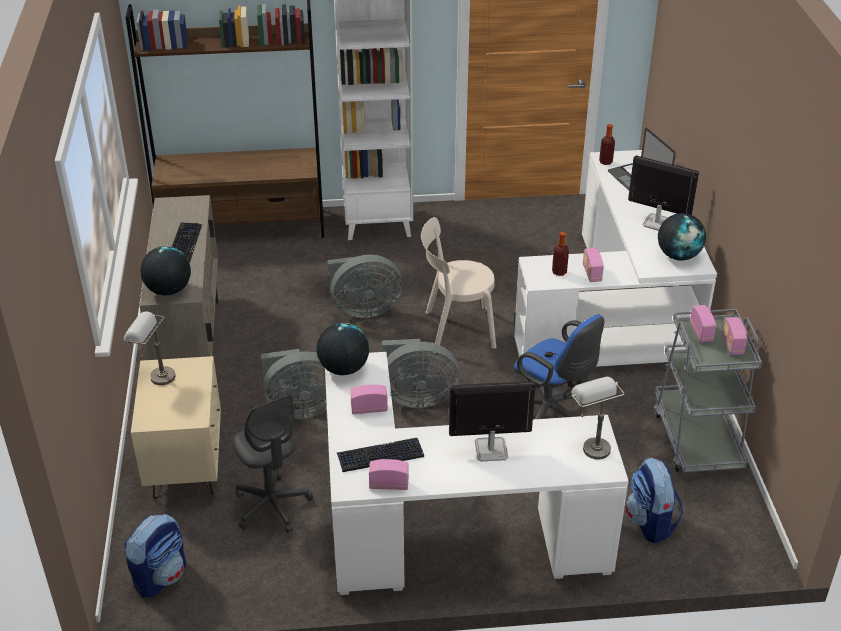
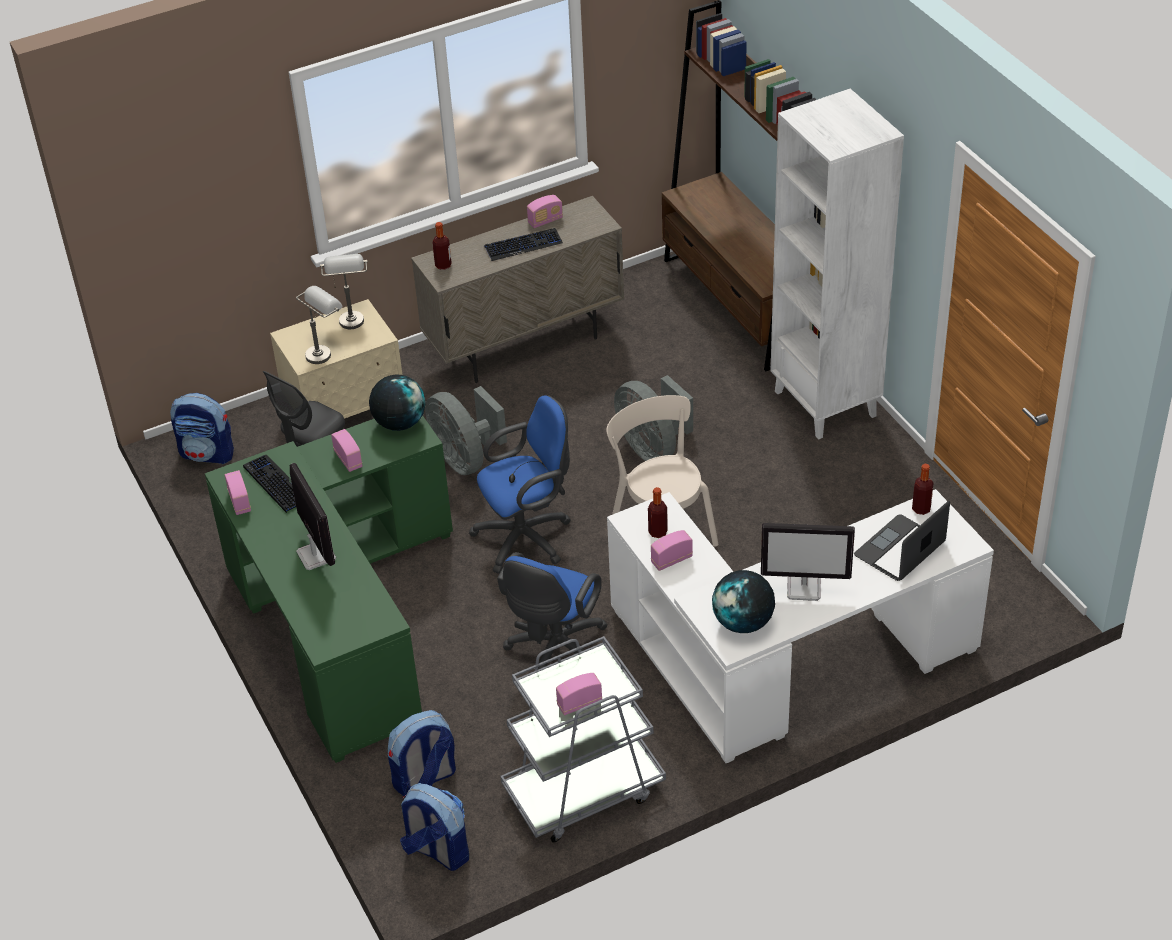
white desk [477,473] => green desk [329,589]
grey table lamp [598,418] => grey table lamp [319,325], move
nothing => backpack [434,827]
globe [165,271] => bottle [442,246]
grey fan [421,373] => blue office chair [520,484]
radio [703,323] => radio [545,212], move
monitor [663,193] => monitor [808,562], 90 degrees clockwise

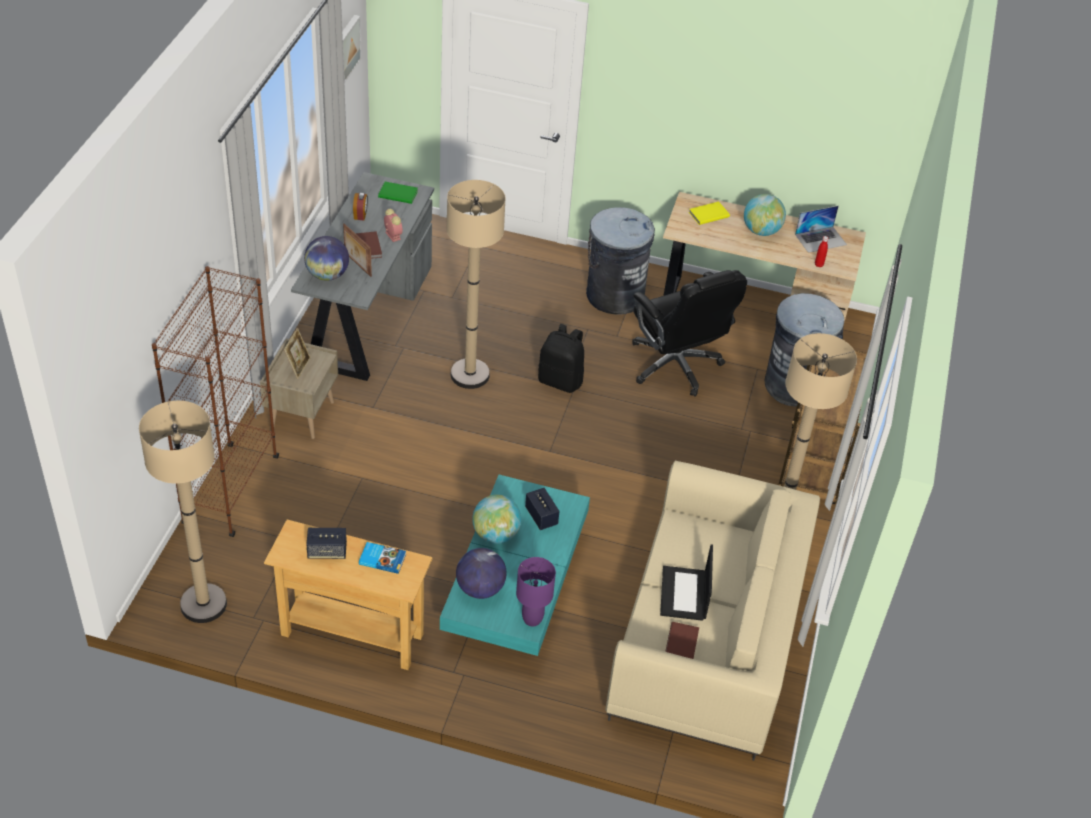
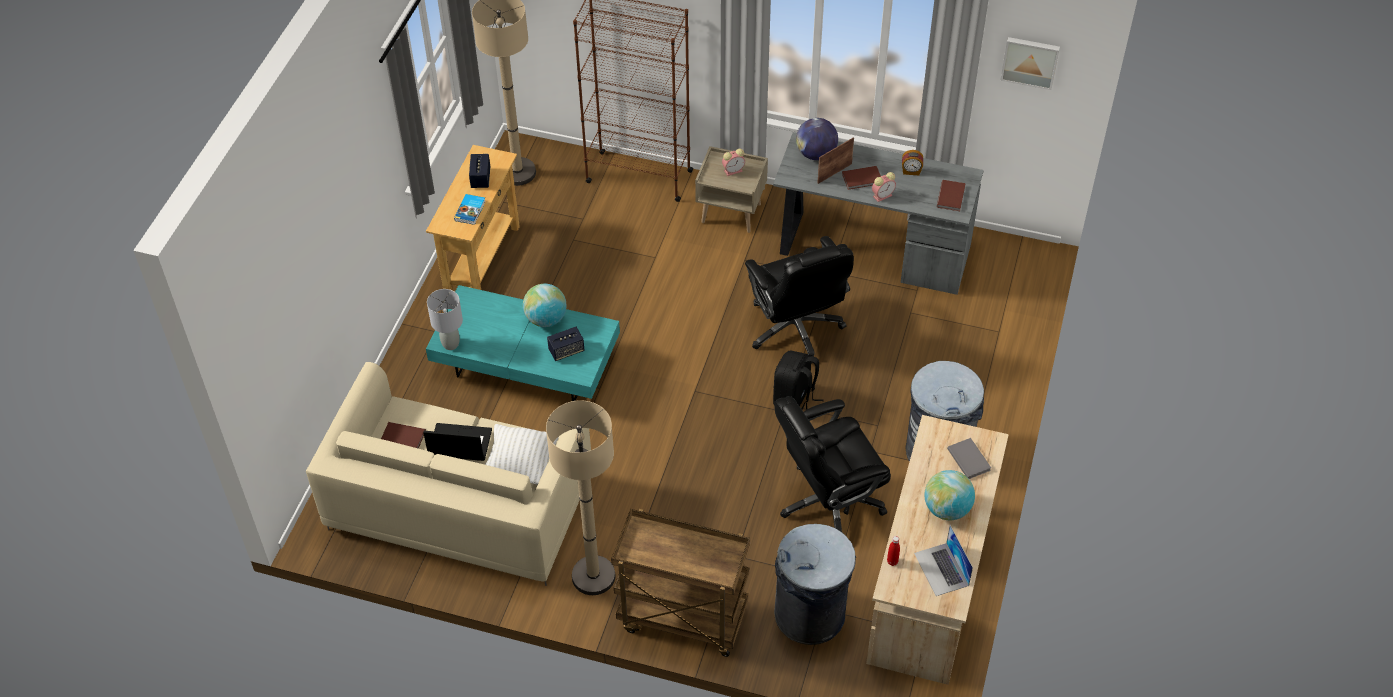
purple table lamp [536,591] => grey table lamp [445,319]
nothing => white pillow [522,454]
picture frame [297,353] => alarm clock [733,162]
beige floor lamp [476,284] => black office chair [799,299]
green book [398,193] => brown book [951,195]
yellow book [709,213] => grey book [969,458]
globe [481,573] => nothing

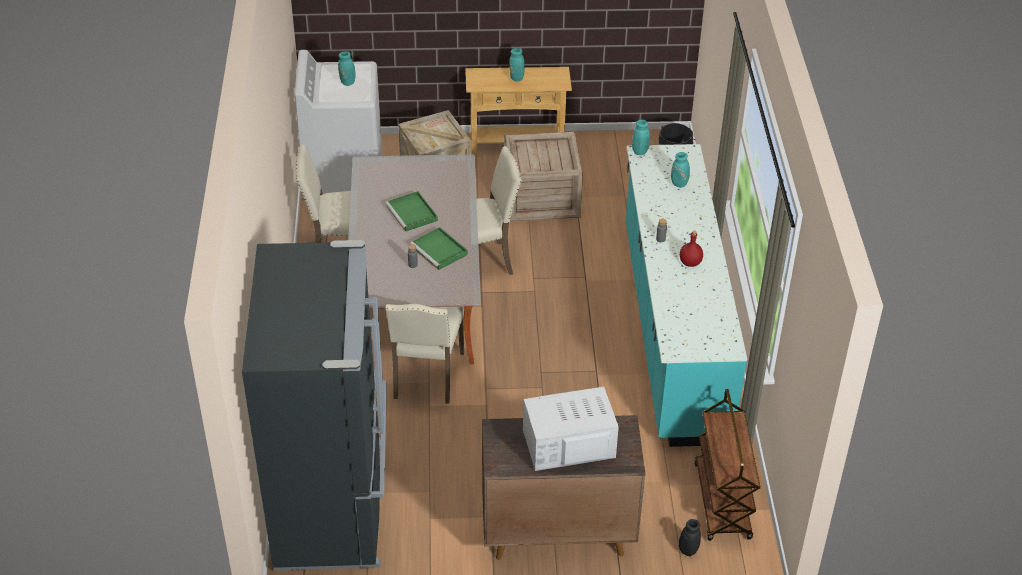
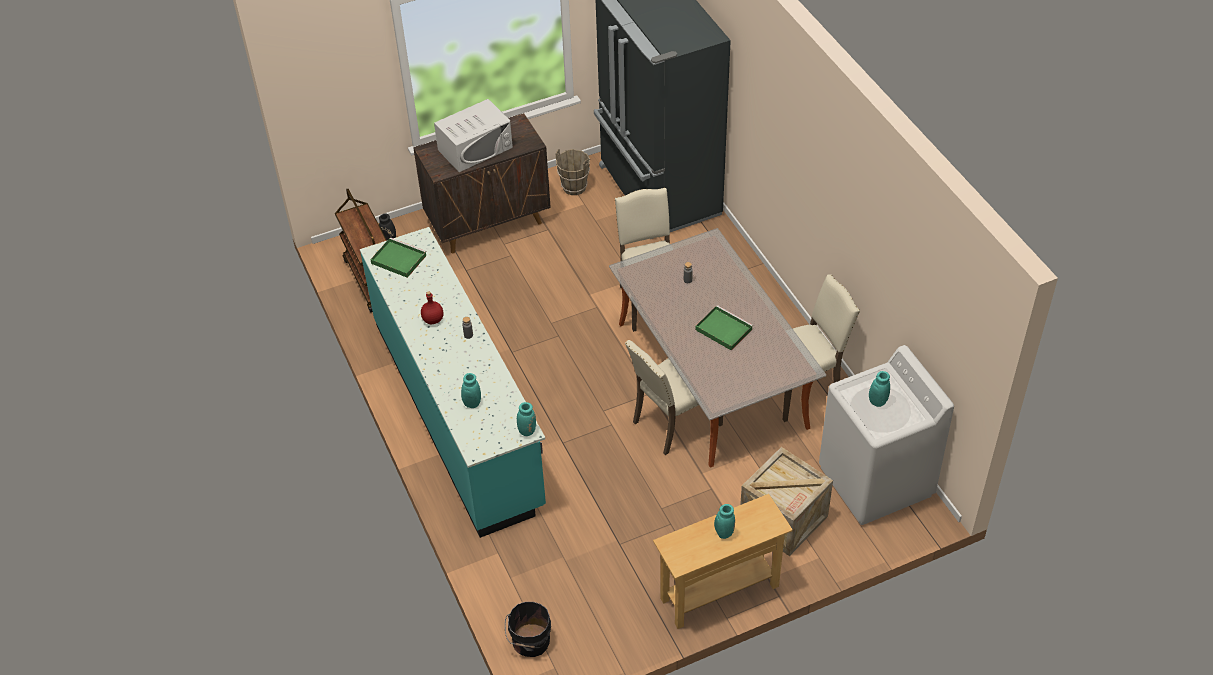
green tray [439,248] => green tray [398,257], move
nothing => brown bucket [573,172]
crate [543,176] => nothing

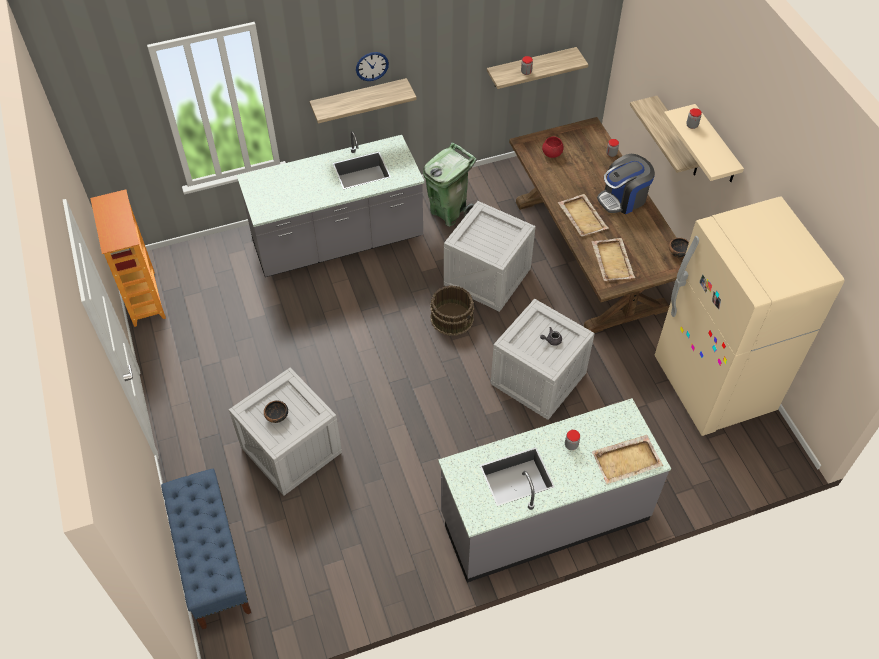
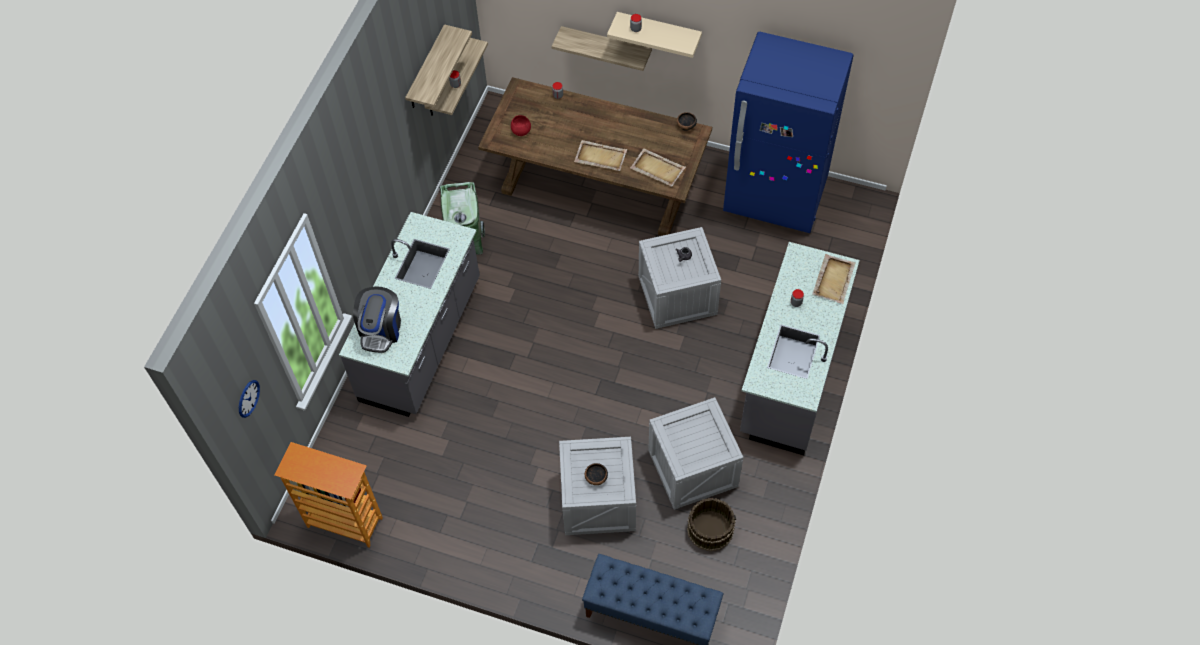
wall clock [372,66] => wall clock [249,399], move
coffee machine [626,184] => coffee machine [377,319], move
shelf [363,100] => shelf [438,66], move
crate [490,256] => crate [695,453], move
brown bucket [452,310] => brown bucket [711,524], move
beige fridge [749,316] => blue fridge [788,132]

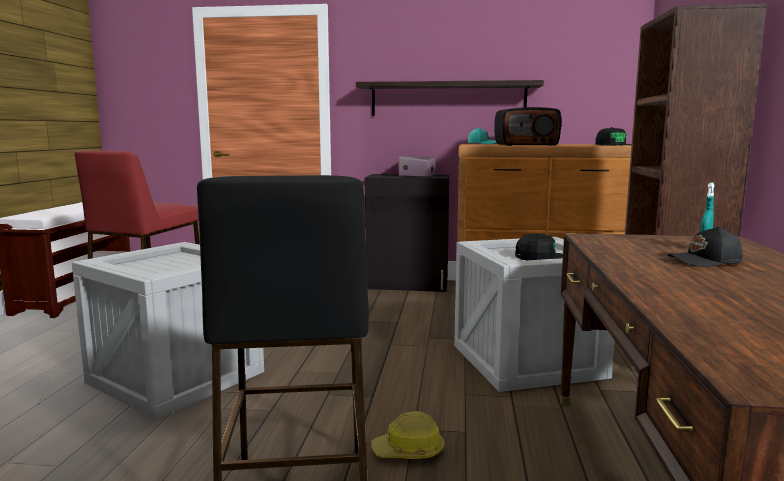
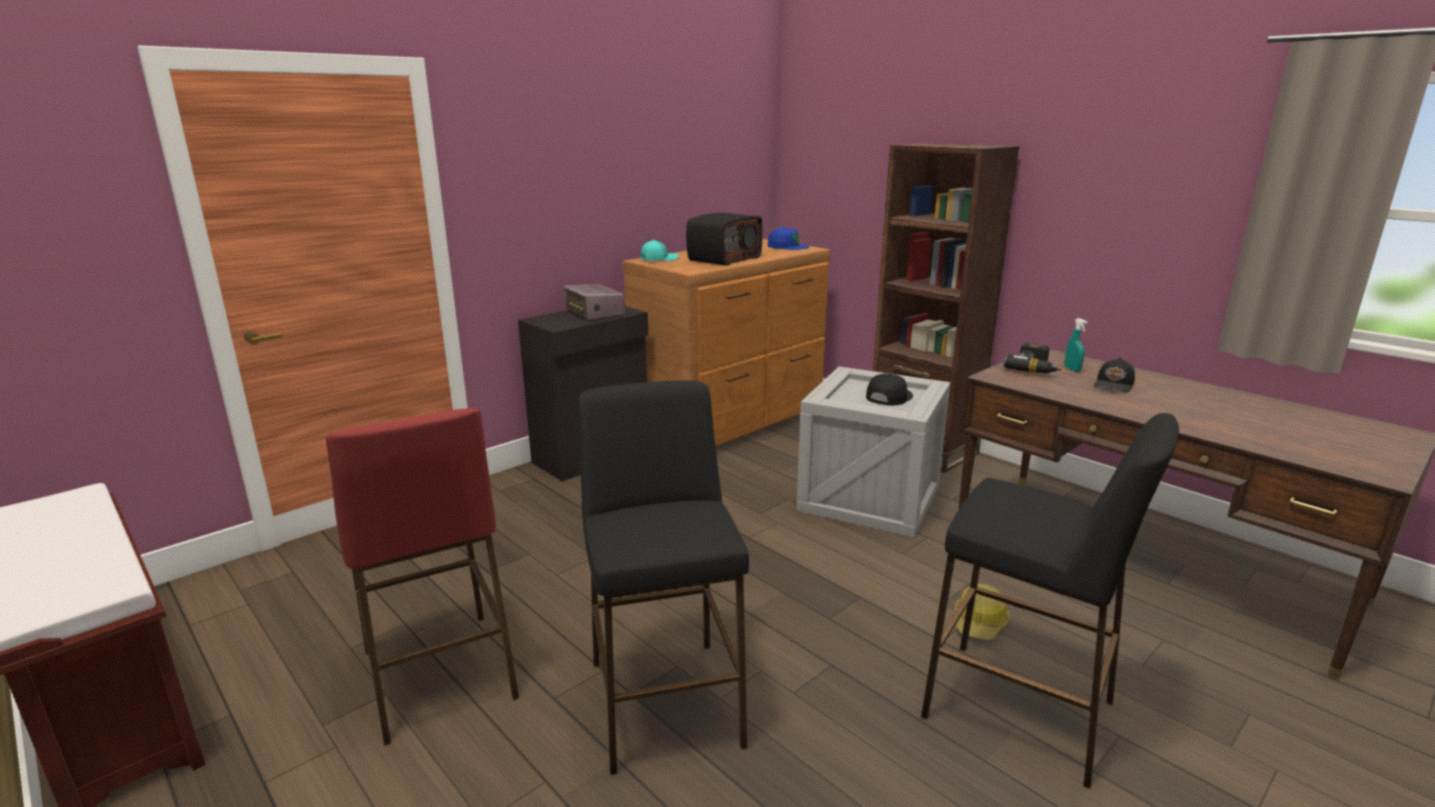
crate [168,330] => black stool [663,577]
black cap [613,136] => blue cap [788,239]
nothing => power drill [1032,358]
shelf [450,98] => nothing

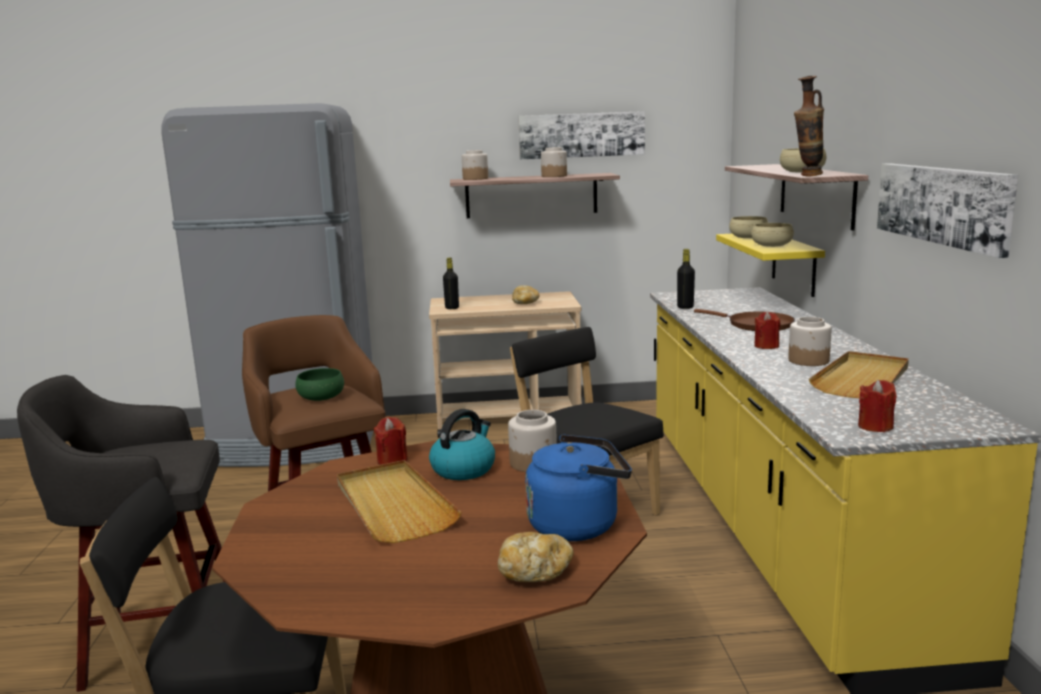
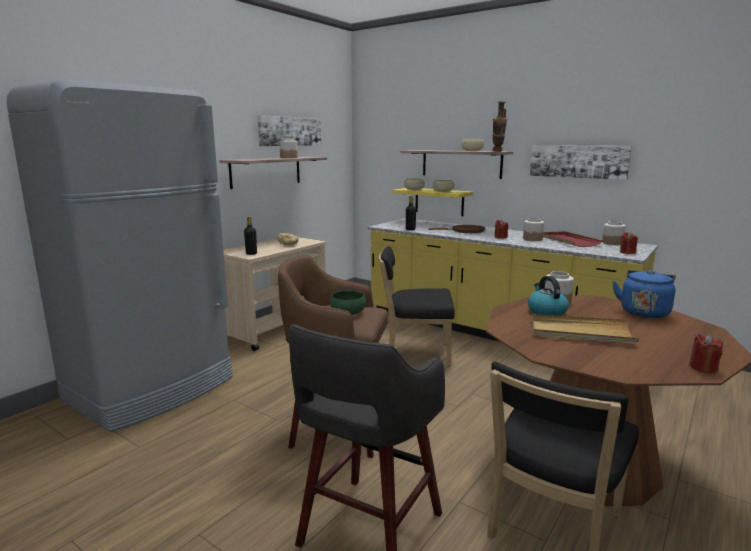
beige tray [859,375] => red tray [573,239]
jar [475,165] => jar [614,233], move
red candle [391,441] => red candle [706,353], move
bread [536,557] => nothing

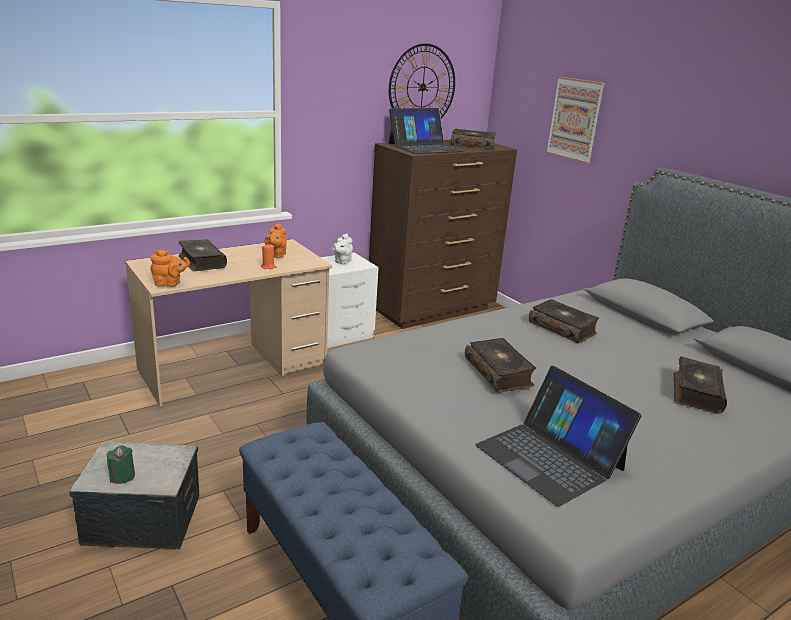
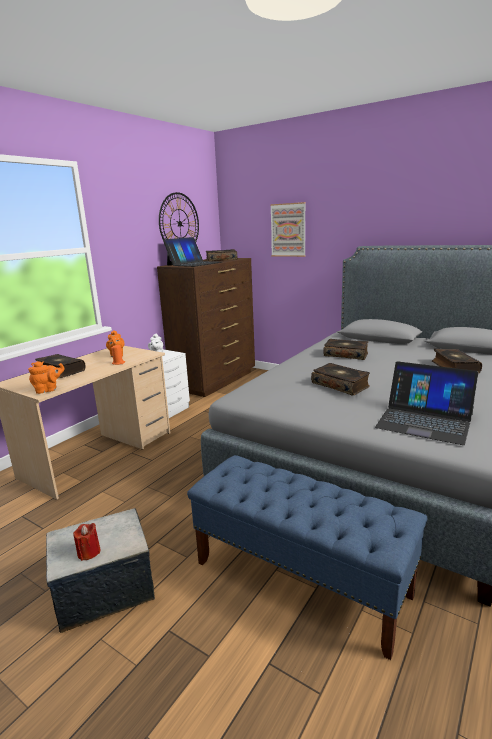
green candle [121,465] => red candle [87,542]

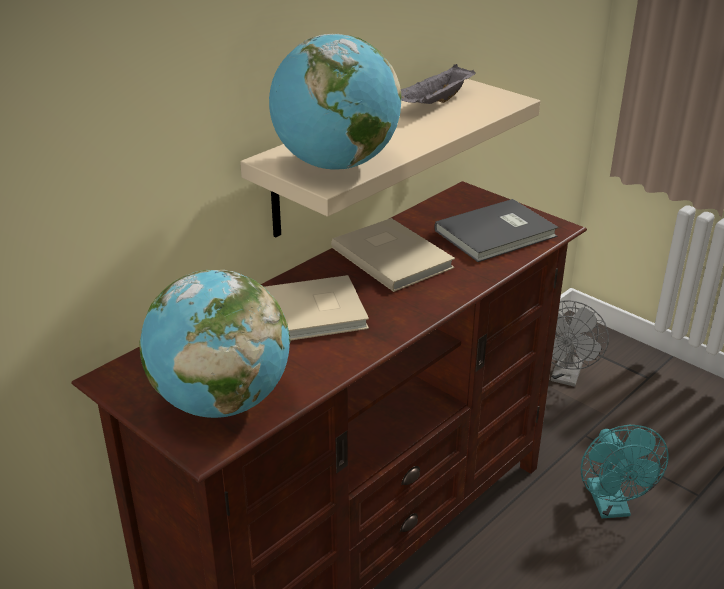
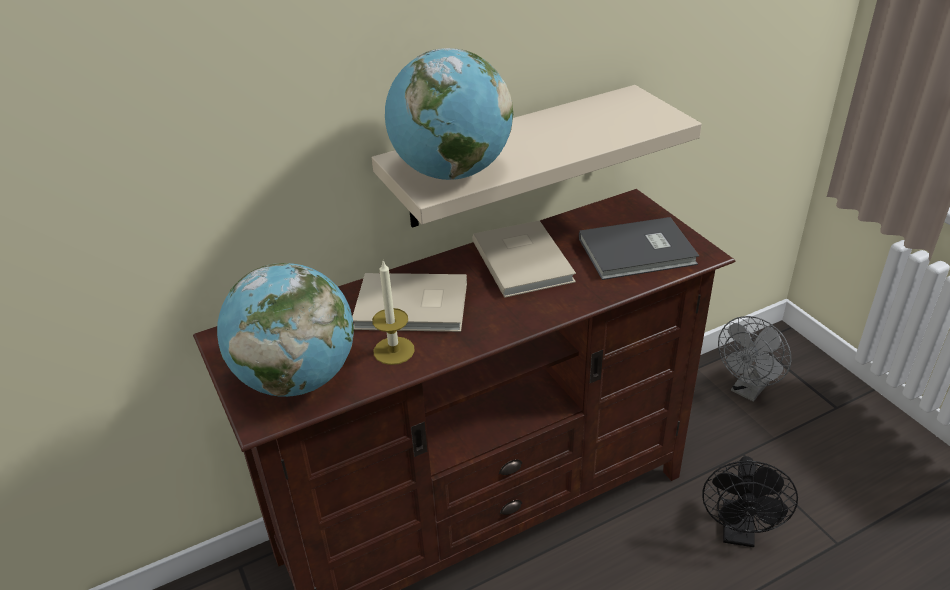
nothing => candle [393,313]
turquoise fan [625,471] => black fan [750,501]
grey tray [438,84] => nothing

